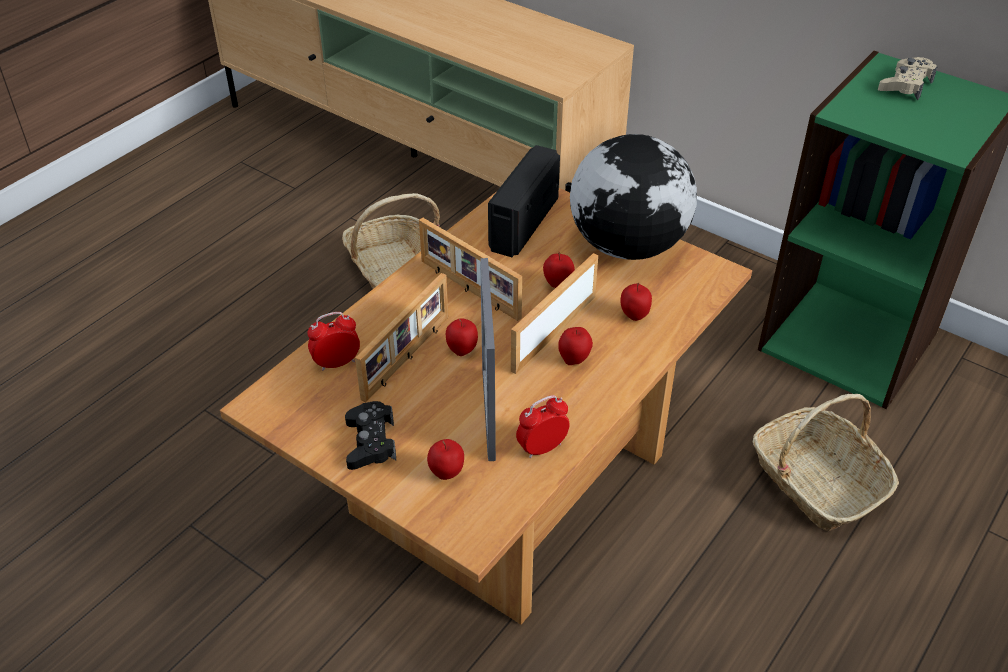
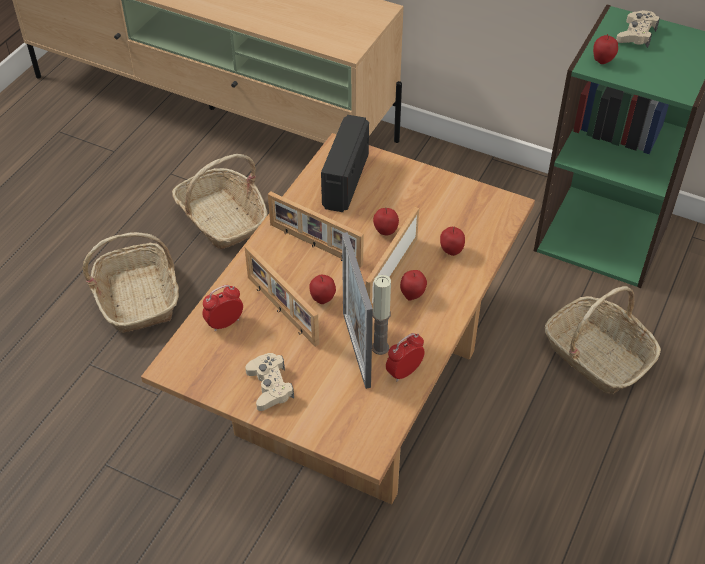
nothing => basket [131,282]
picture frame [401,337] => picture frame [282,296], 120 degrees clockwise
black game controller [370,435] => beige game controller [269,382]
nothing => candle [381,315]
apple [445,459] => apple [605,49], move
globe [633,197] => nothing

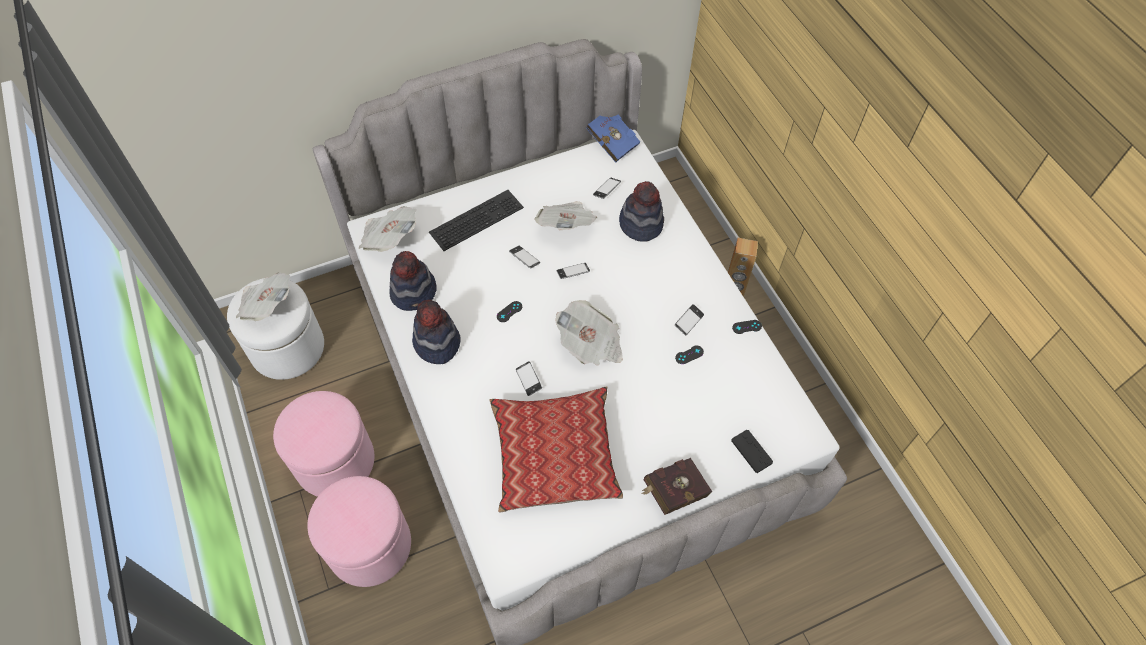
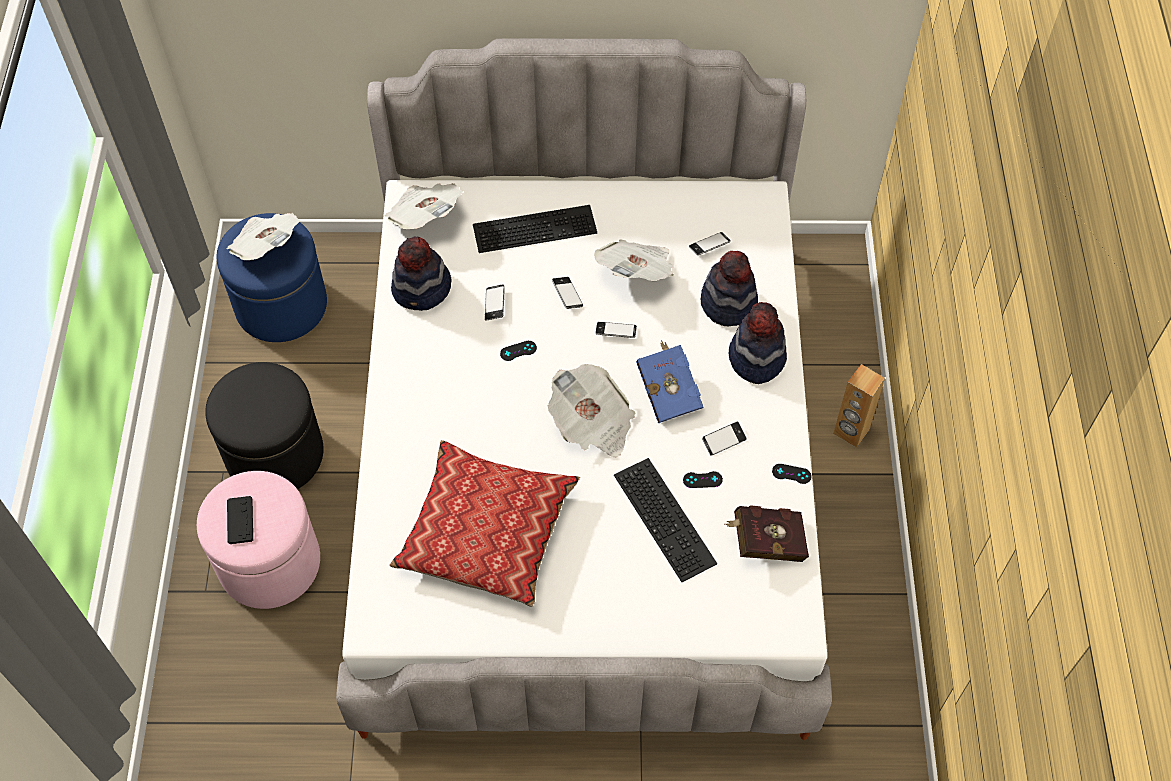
pink ottoman [323,444] => black ottoman [264,425]
white ottoman [275,329] => blue ottoman [272,277]
black game controller [752,451] => black game controller [240,520], move
phone [529,378] => phone [495,302], move
nothing => keyboard [665,520]
blue book [613,138] => blue book [669,381], move
red book [676,486] => red book [767,533], move
hat [436,332] => hat [758,343], move

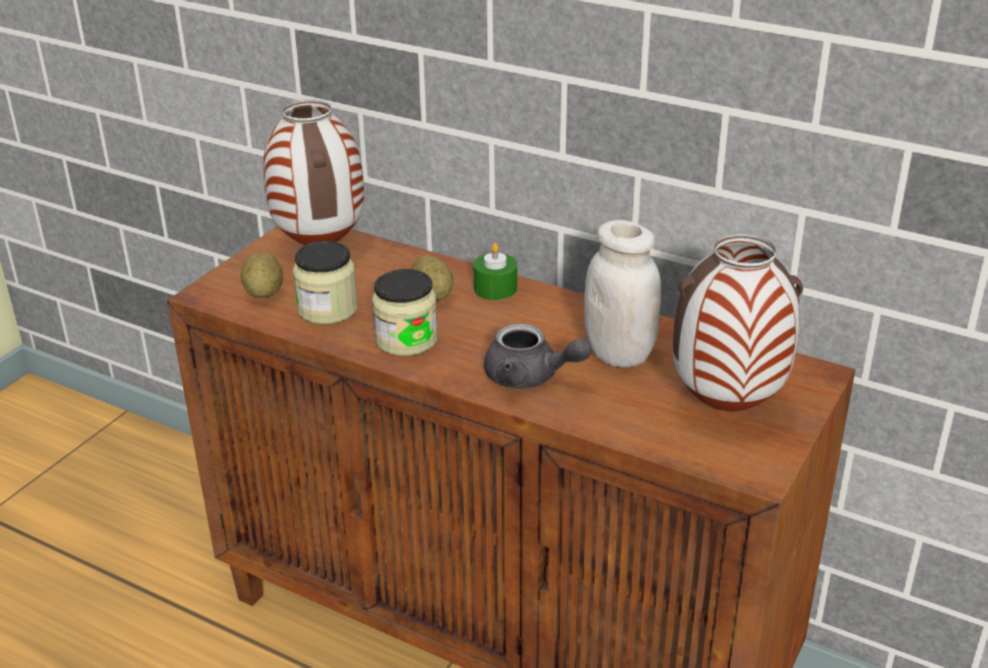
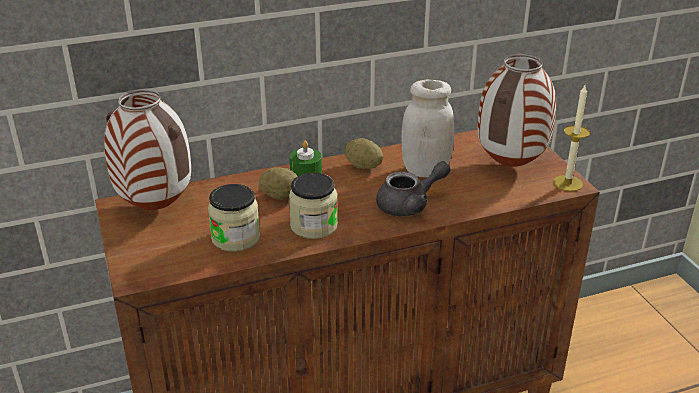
potato [261,275] => potato [364,153], move
nothing => candle [571,138]

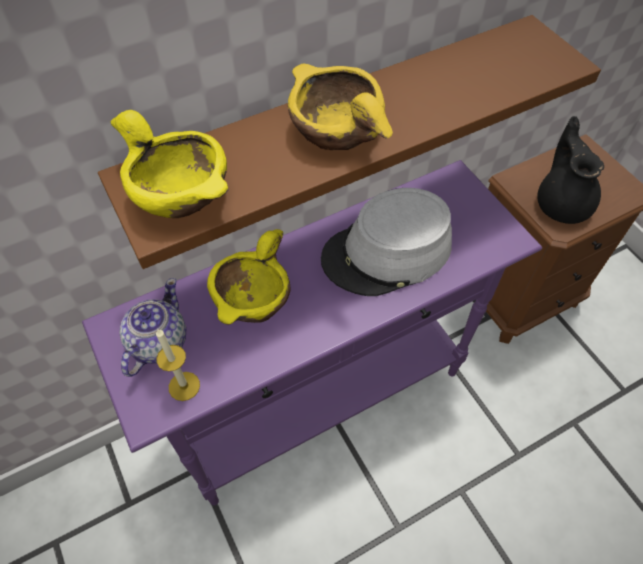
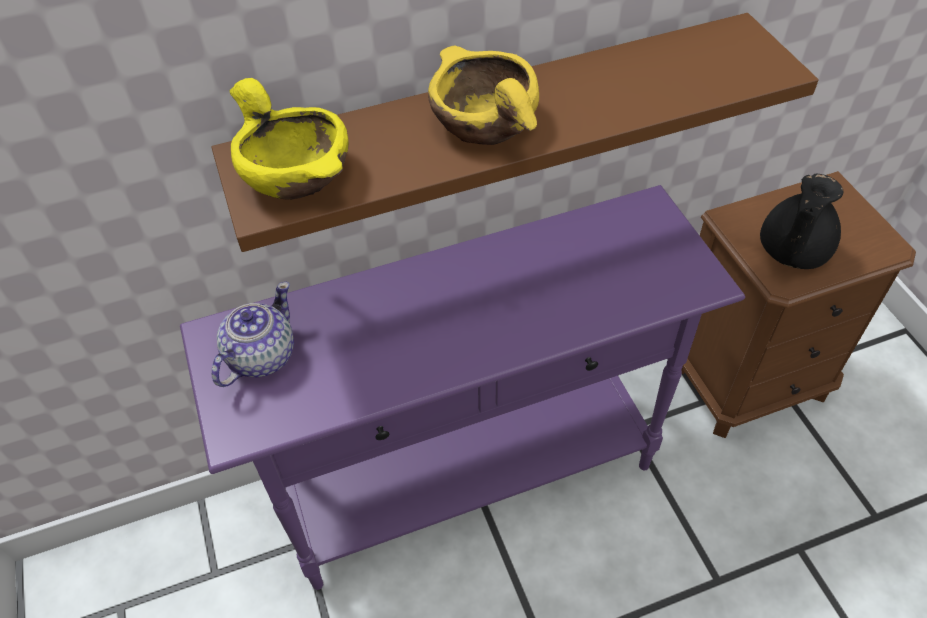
black teapot [570,170] => black teapot [801,221], 150 degrees counterclockwise
candle [178,365] => nothing
yellow bowl [248,277] => nothing
grey hat [386,242] => nothing

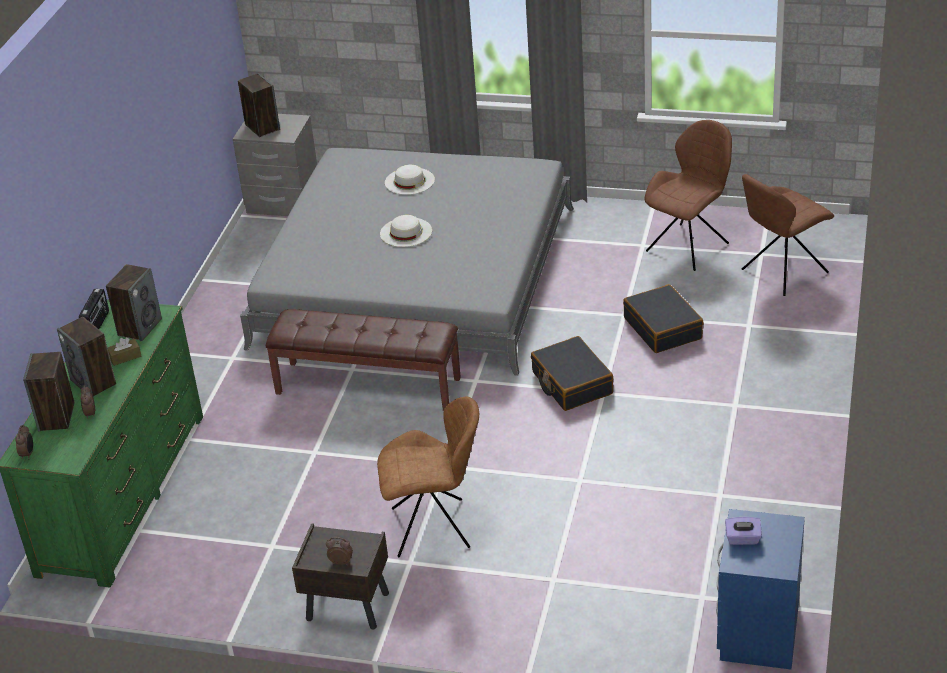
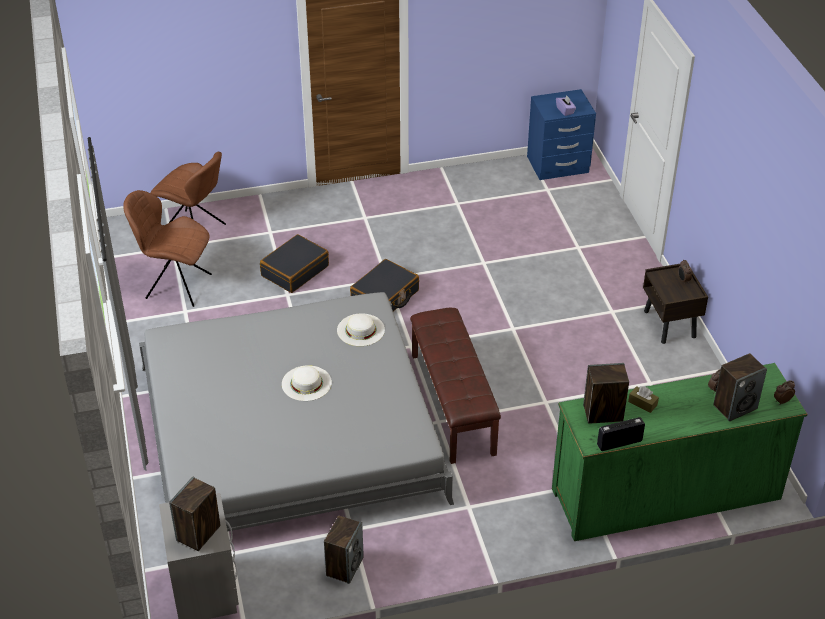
speaker [86,356] => speaker [344,549], move
white hat [410,180] => white hat [361,329], move
brown chair [428,476] => nothing

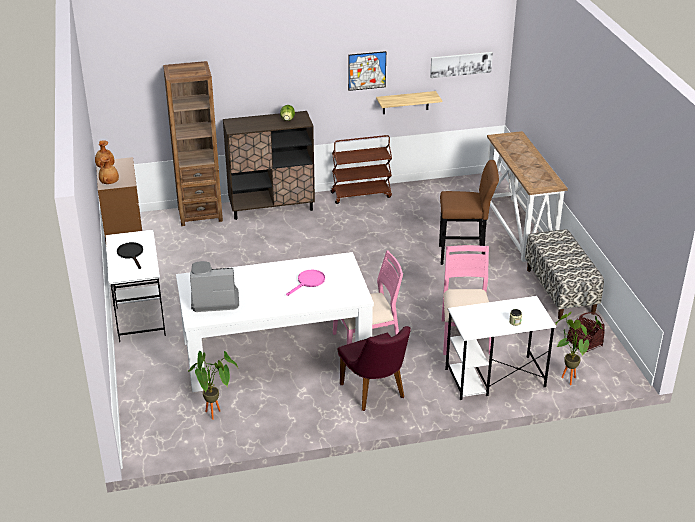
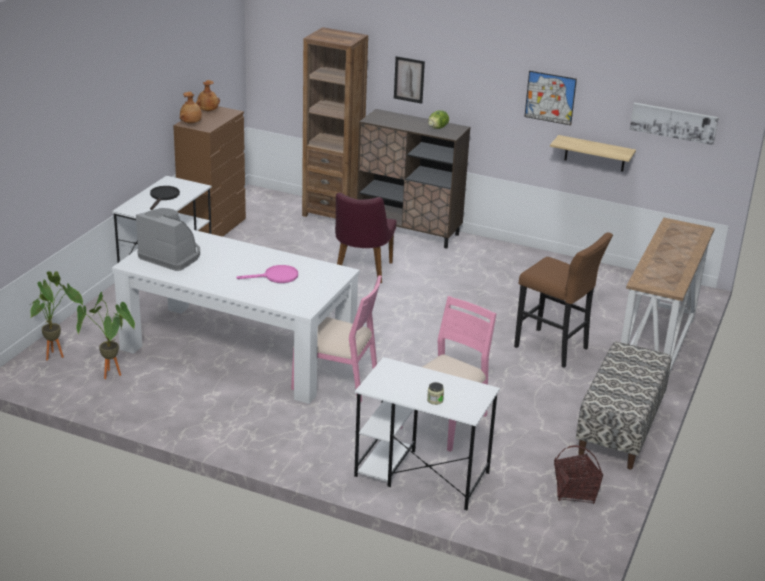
potted plant [578,348] => potted plant [56,315], move
purple chair [374,368] => purple chair [366,238], move
nothing => picture [409,80]
brown cart [361,169] => nothing

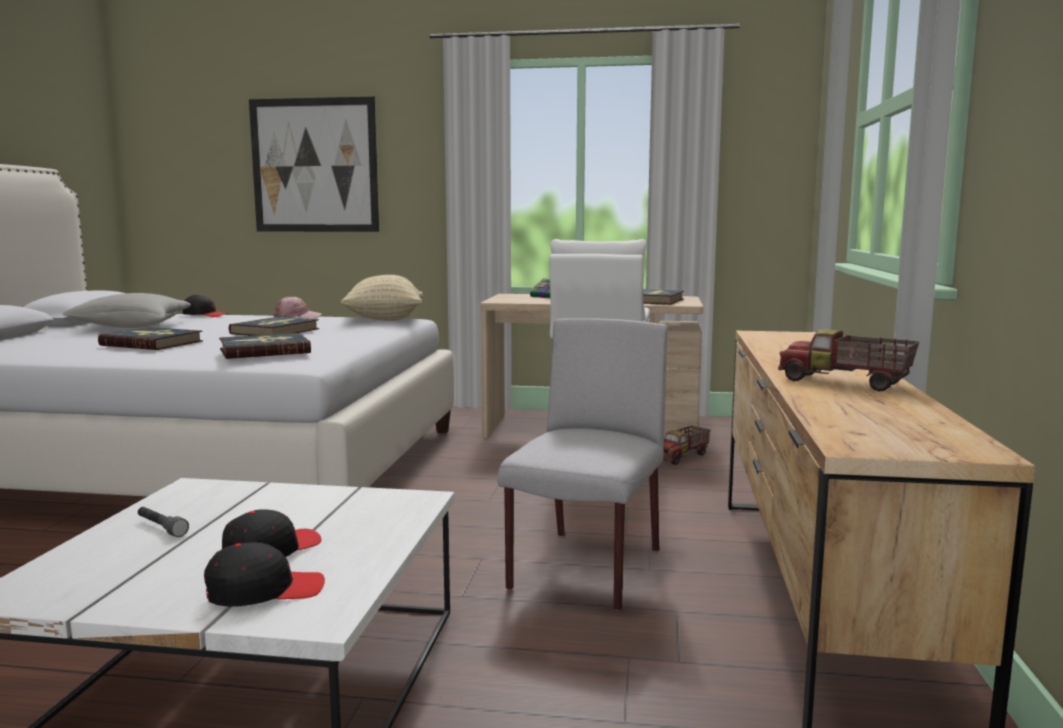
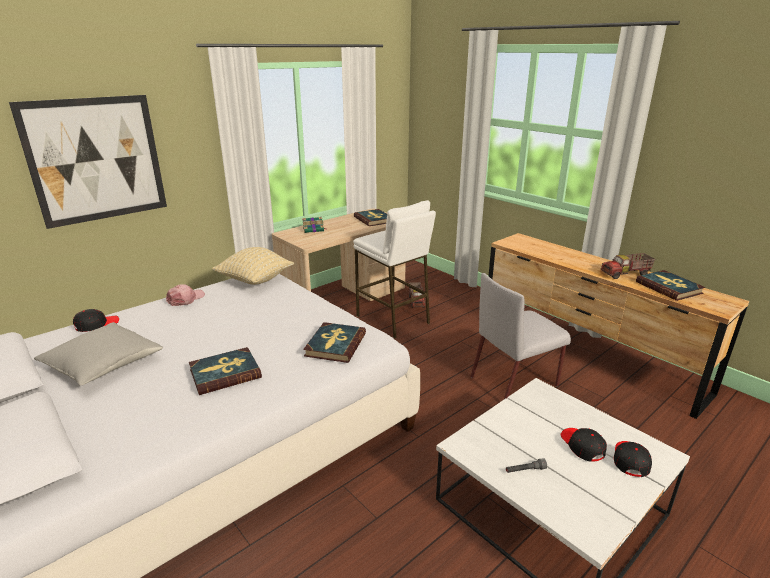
grey chair [582,464] => grey chair [520,336], 90 degrees counterclockwise
book [274,326] => book [670,285], move

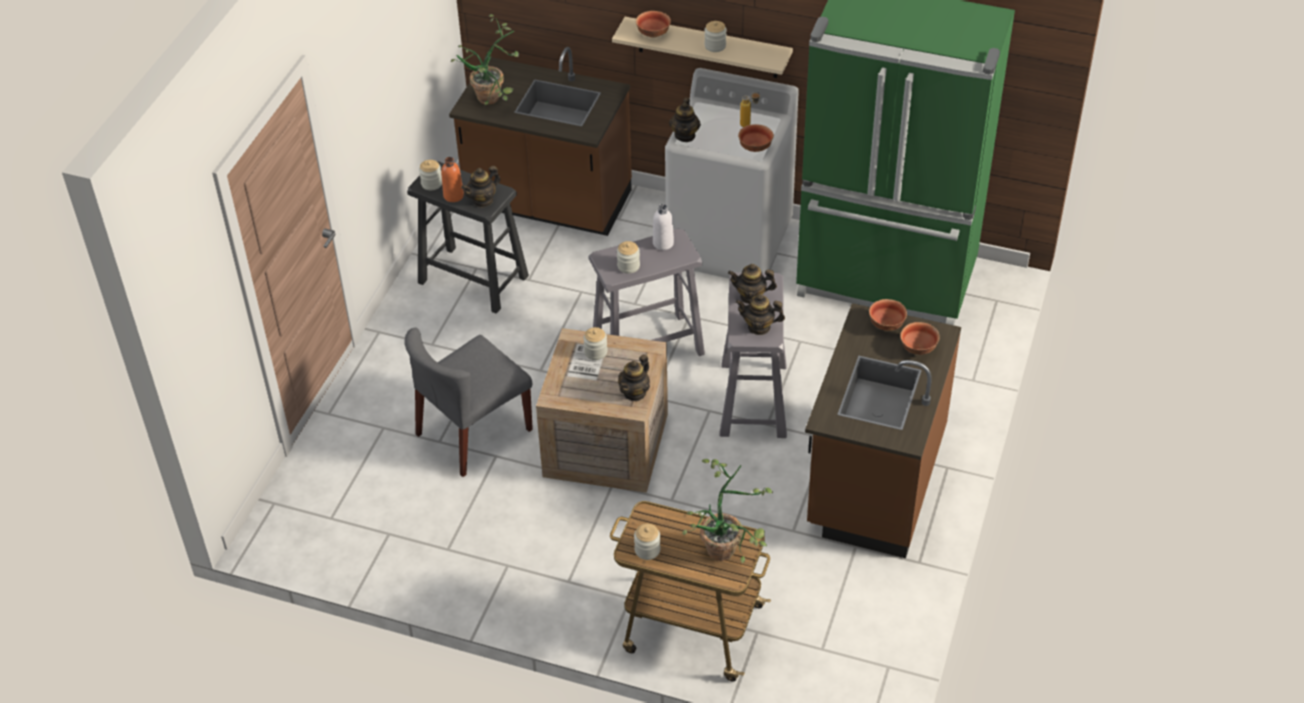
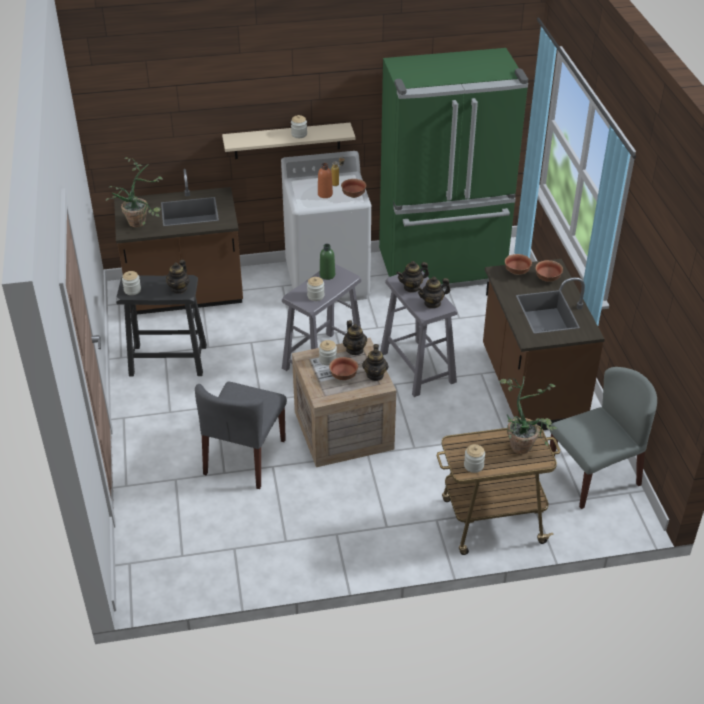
orange bottle [452,179] => orange bottle [325,180], move
white bottle [663,227] => green bottle [327,262]
bowl [653,24] => bowl [343,368], move
teapot [685,119] => teapot [355,337], move
nothing => grey chair [603,438]

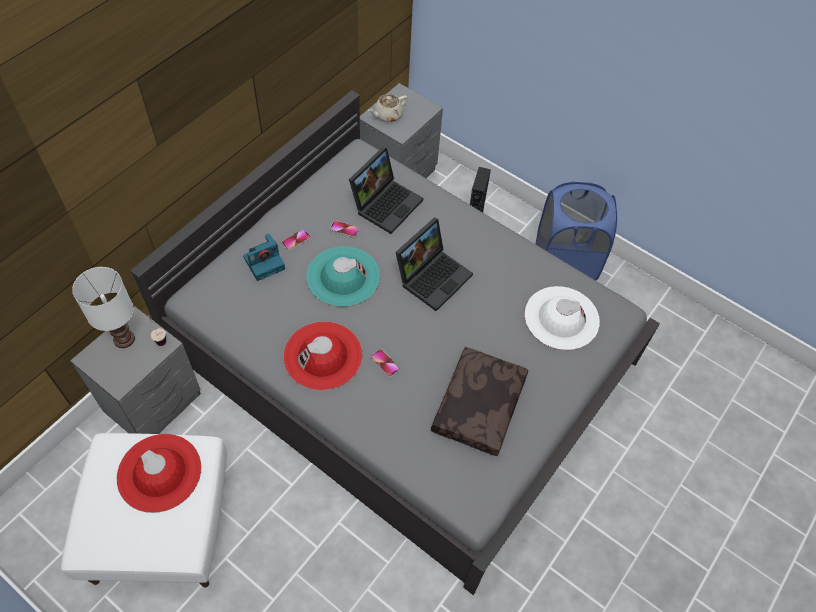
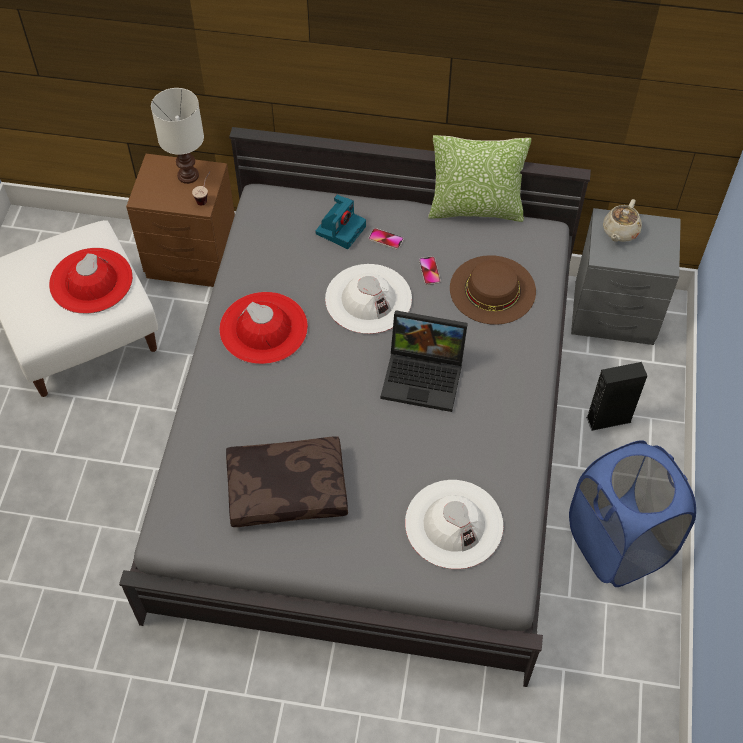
grey nightstand [135,370] => brown nightstand [180,220]
photo camera [264,257] => photo camera [341,222], 90 degrees counterclockwise
turquoise hat [343,276] => white hat [368,299]
nothing => pillow [479,178]
laptop [386,190] => brown hat [493,290]
beige teapot [387,108] => beige teapot [622,220], 90 degrees counterclockwise
phone [385,363] => nothing

